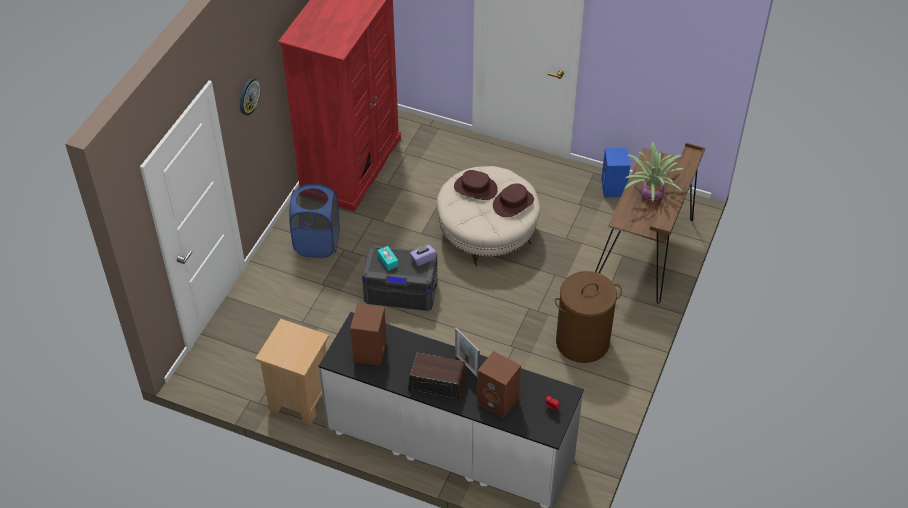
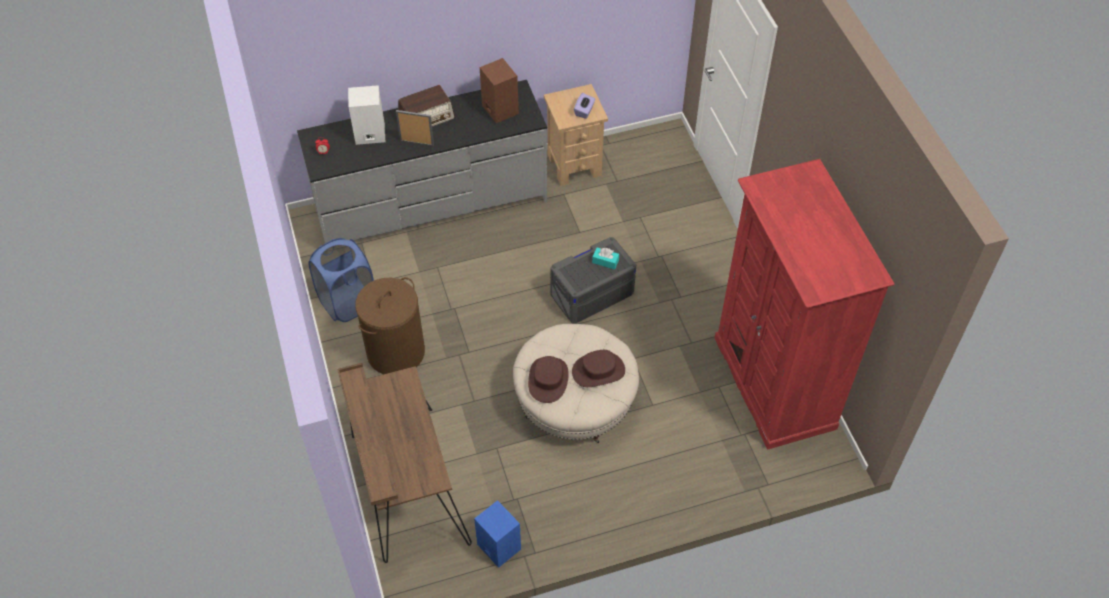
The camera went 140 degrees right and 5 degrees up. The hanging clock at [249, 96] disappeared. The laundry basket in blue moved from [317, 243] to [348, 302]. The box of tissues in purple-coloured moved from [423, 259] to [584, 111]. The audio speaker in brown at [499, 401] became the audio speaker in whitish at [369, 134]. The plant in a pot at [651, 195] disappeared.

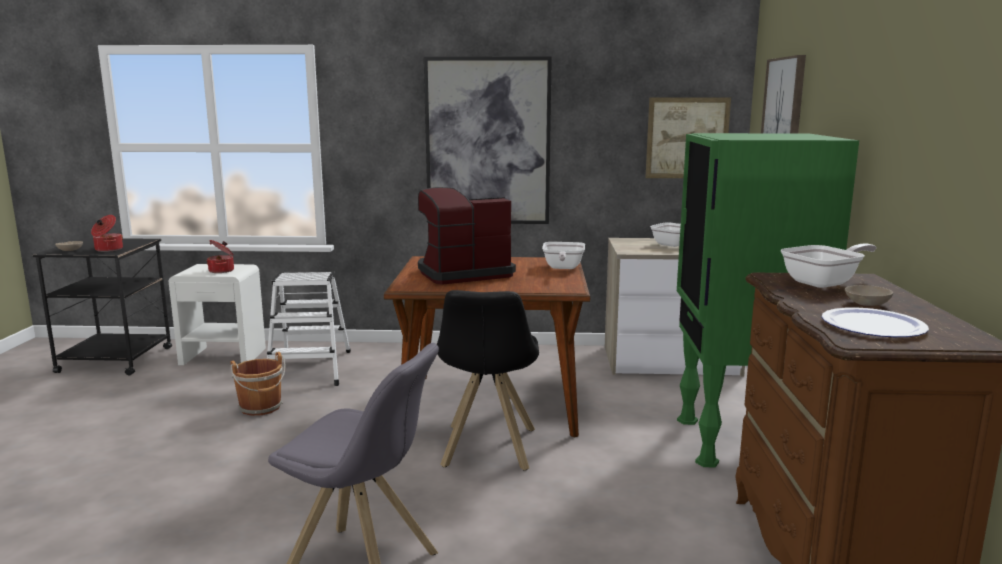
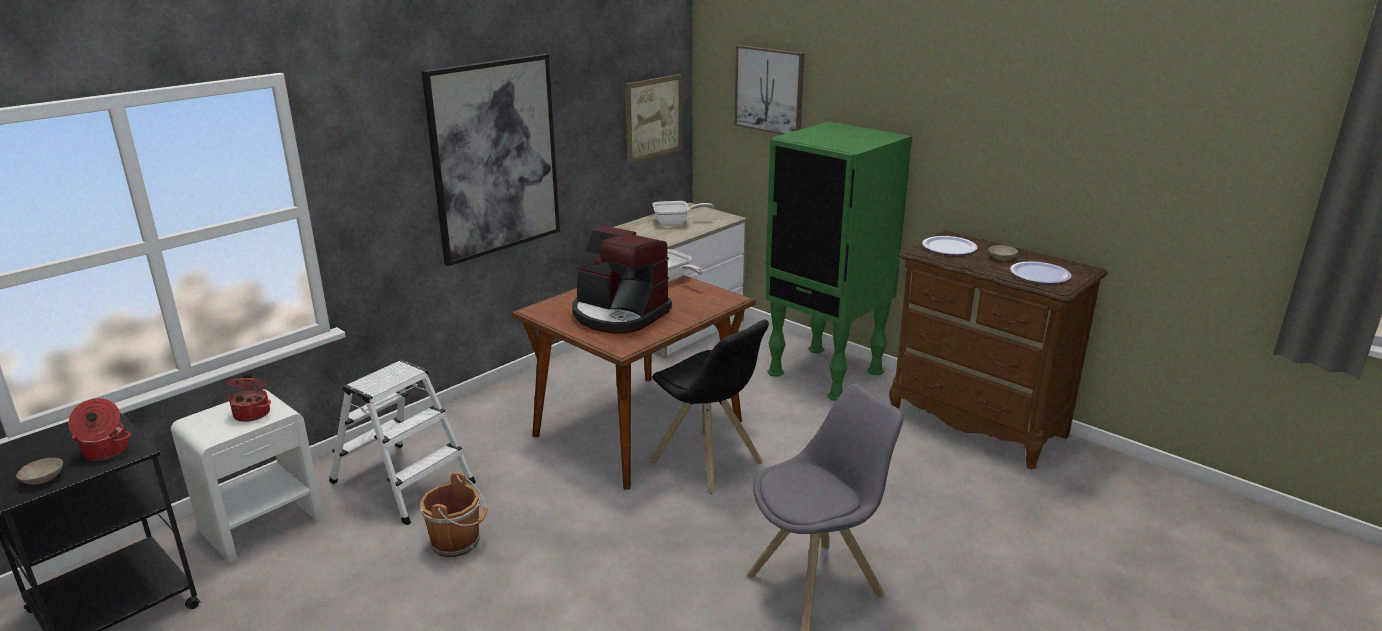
The camera went 50 degrees left and 10 degrees up. The coffee machine at [462, 273] turned 75 degrees counterclockwise. The skillet at [825, 282] was replaced by the plate at [949, 247].

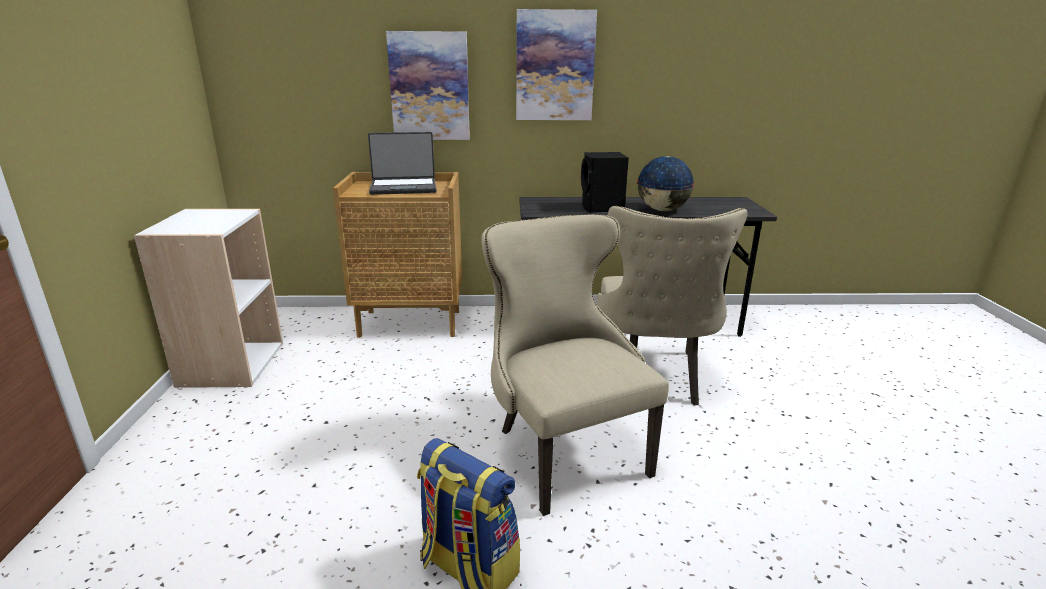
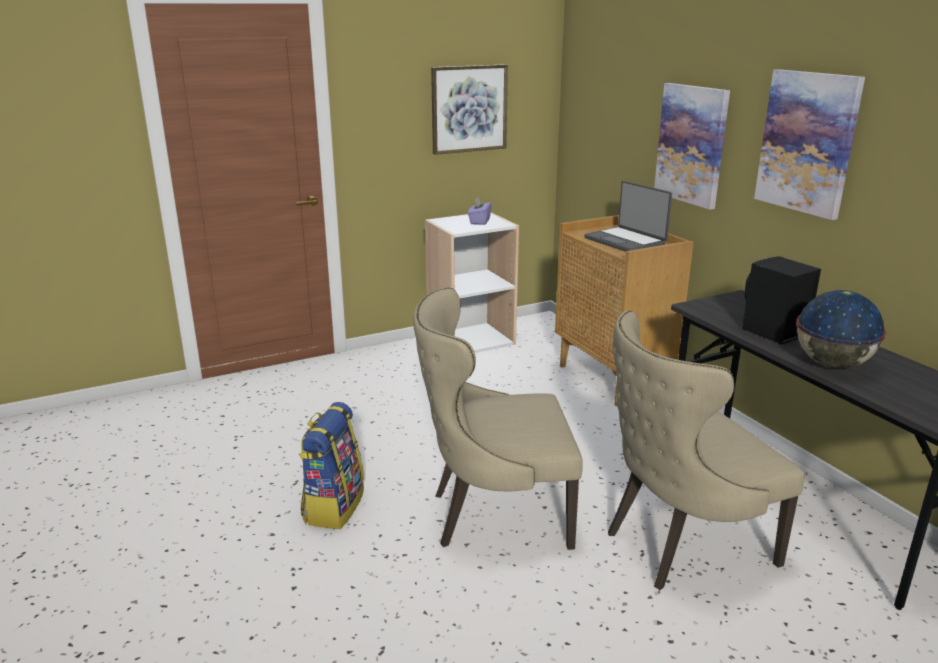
The camera went 65 degrees right and 0 degrees up. The chair in beige-coloured at [564, 451] turned 135 degrees counterclockwise. The wall art at [469, 109] appeared. The box of tissues in purple-coloured at [479, 221] appeared.

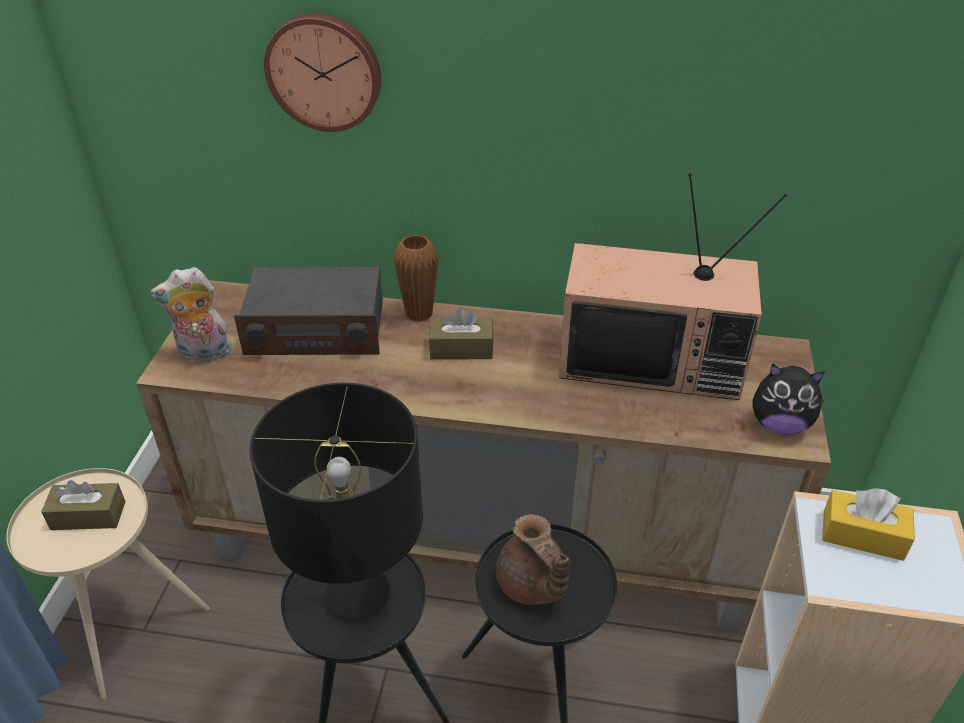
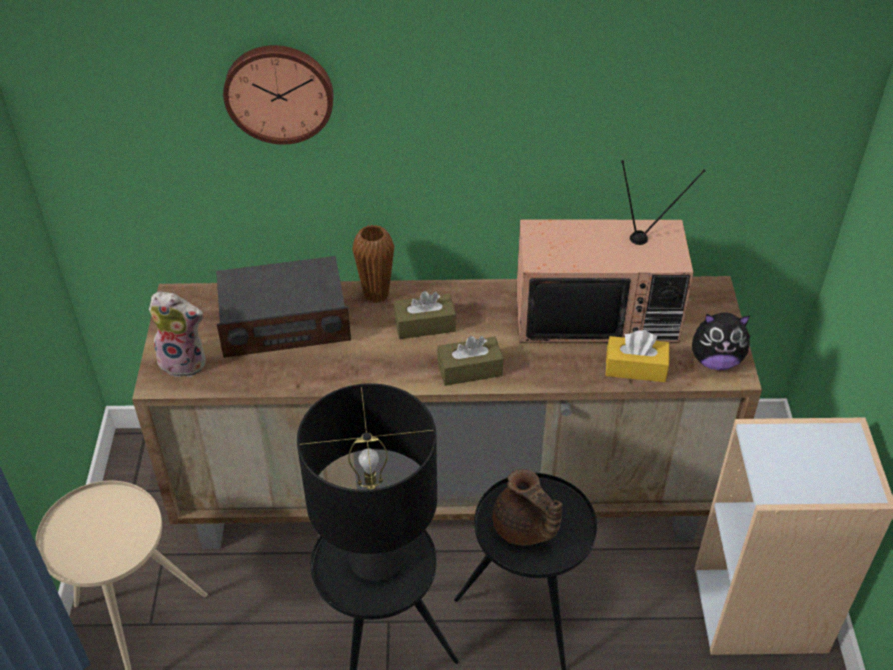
The camera went 10 degrees left and 5 degrees up. The box of tissues in brown moved from [88, 515] to [469, 369]. The plush toy at [203, 354] turned 150 degrees counterclockwise. The box of tissues in yellow moved from [862, 535] to [635, 368].

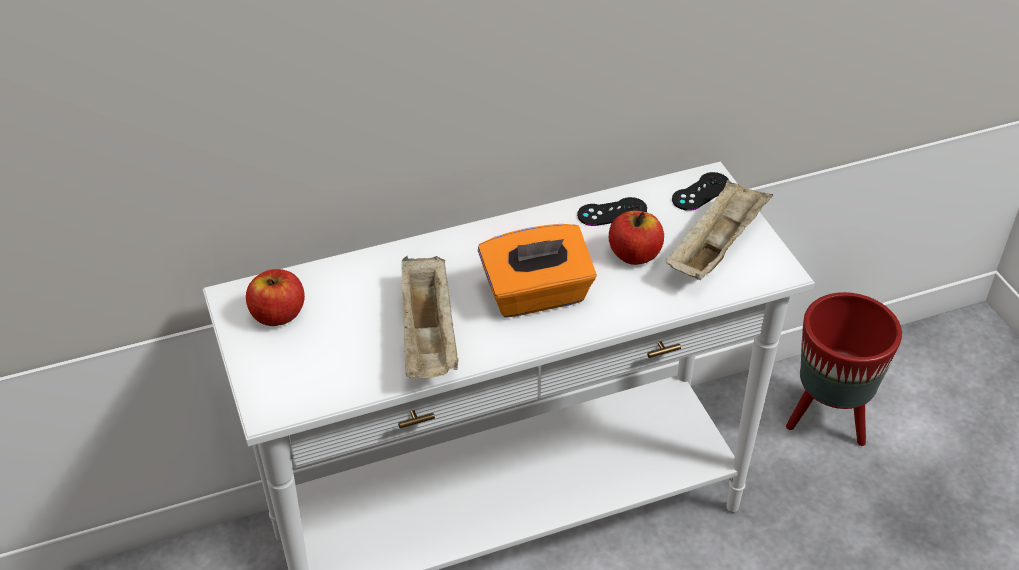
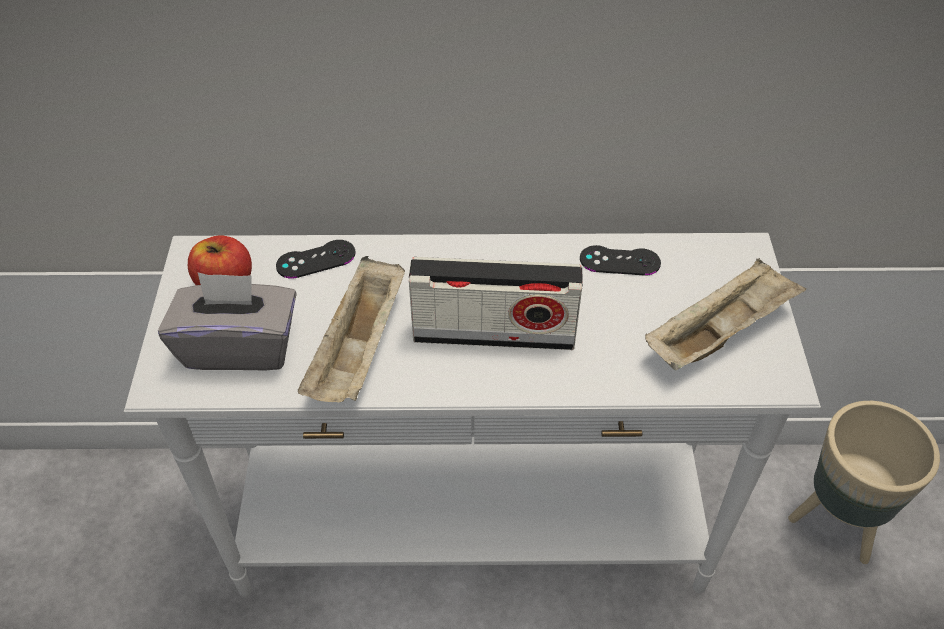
The camera went 20 degrees right and 5 degrees up. The box of tissues in orangey at [536, 295] was replaced by the radio at [494, 334]. The whole apple at [634, 255] disappeared. The gamepad in black moved from [700, 192] to [316, 259]. The planter in reddish at [828, 420] became the planter in beige-coloured at [837, 524]. The box of tissues in greyish at [240, 346] appeared.

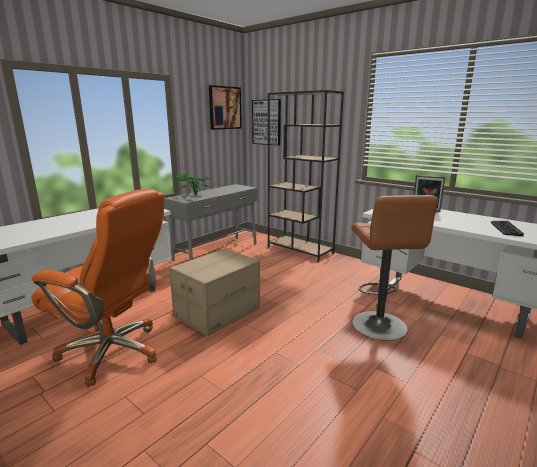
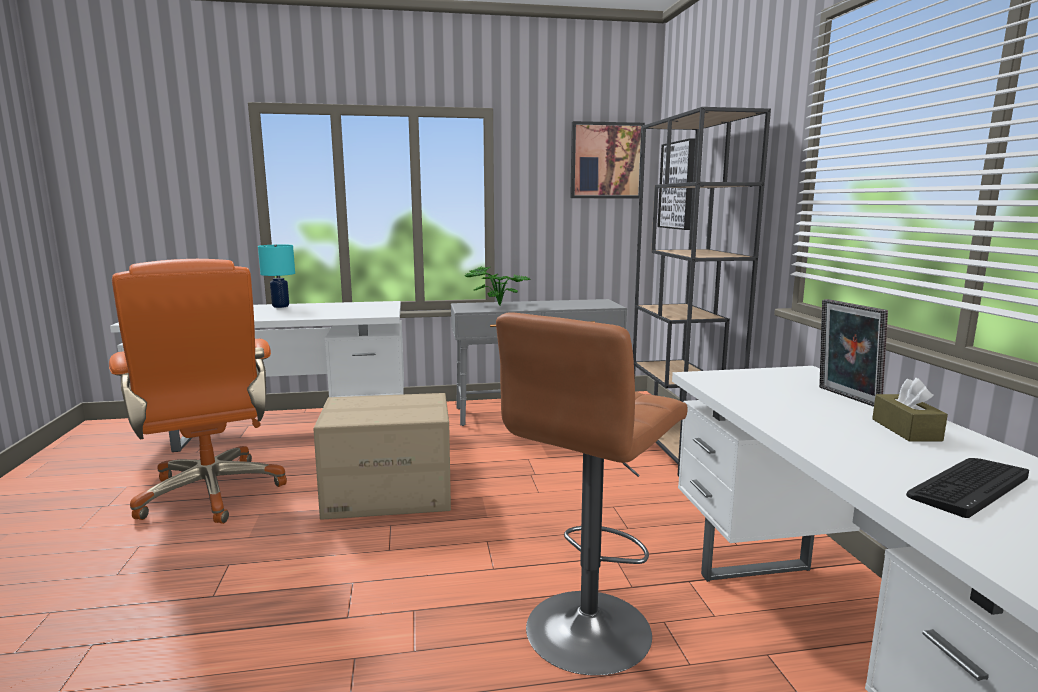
The camera went 40 degrees right and 5 degrees down. The lamp for a table in turquoise-coloured at [280, 306] appeared. The box of tissues in brown at [906, 430] appeared.

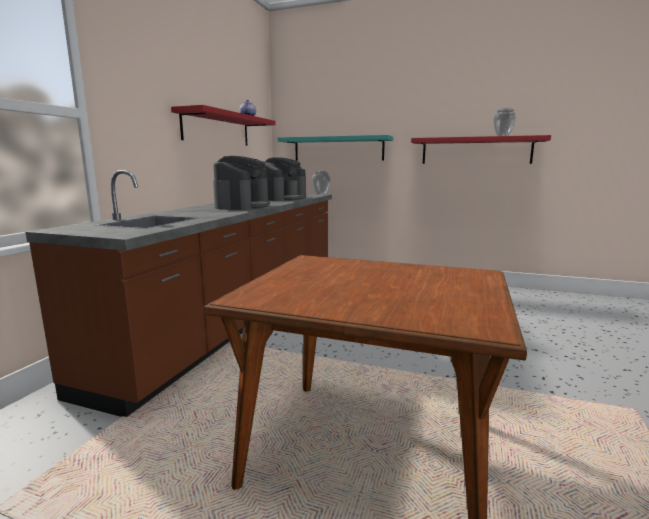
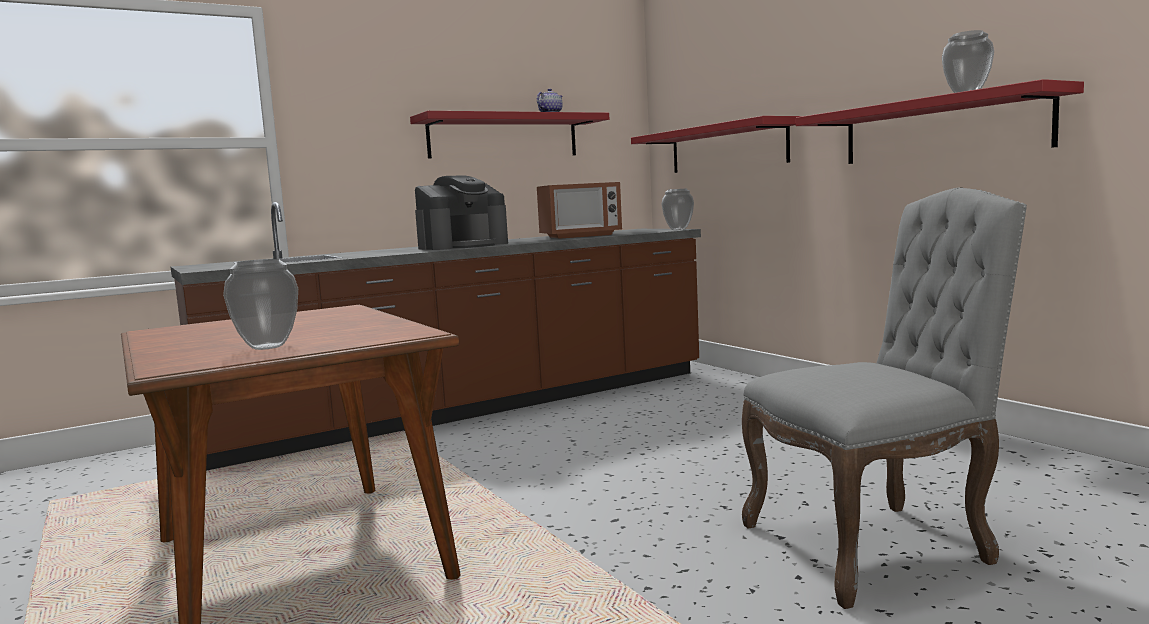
The camera went 40 degrees right and 5 degrees down. The coffee machine at [282, 198] was replaced by the microwave oven at [580, 236]. The shelf in turquoise-coloured at [338, 149] became the shelf in reddish at [727, 147]. The vase at [268, 346] appeared. The chair in greyish at [873, 546] appeared.

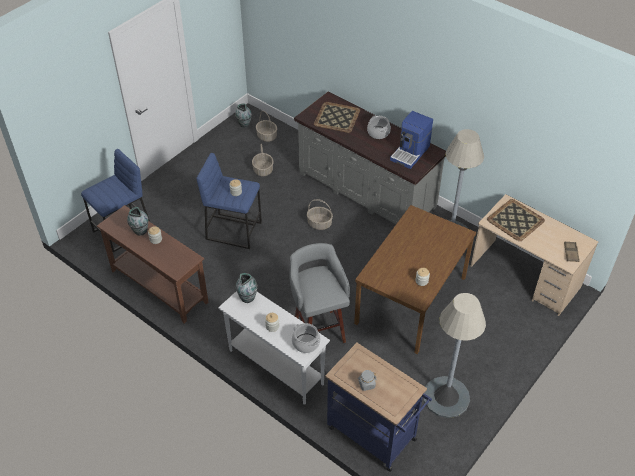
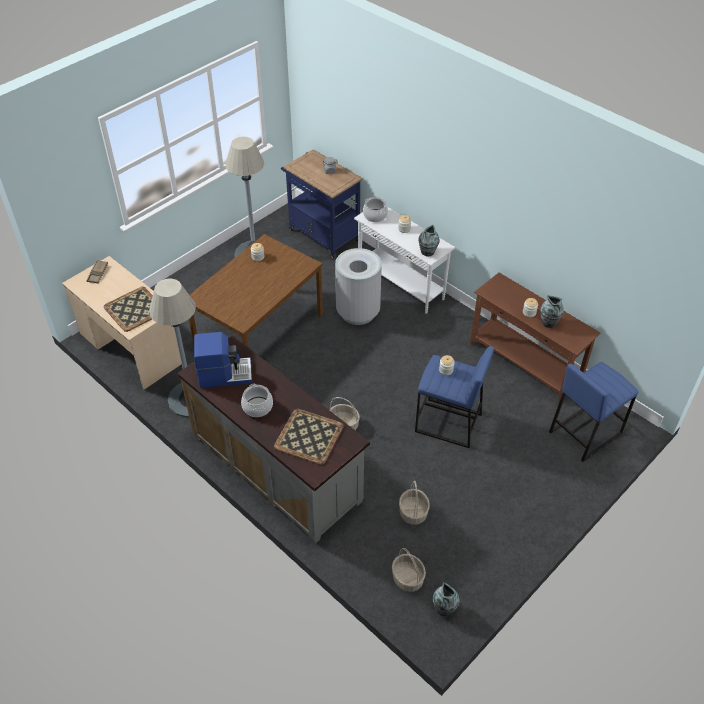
The camera went 175 degrees left and 0 degrees up. The stool seat in greyish at [319, 329] was replaced by the waste bin in greyish at [358, 312]. The coffee machine at [410, 153] turned 45 degrees clockwise.

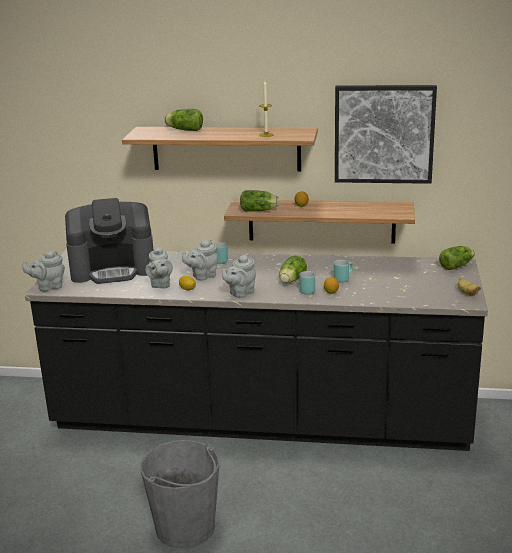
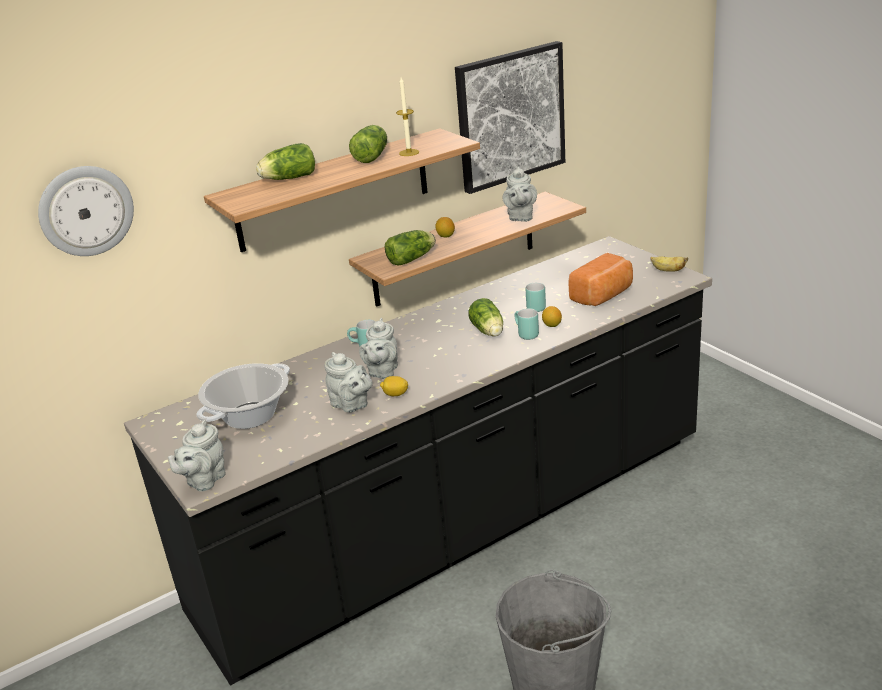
The camera went 40 degrees left and 5 degrees up. The coffee machine at [113, 268] was replaced by the stockpot at [249, 415]. The pot for tea in greyish moved from [240, 293] to [520, 217]. The head of lettuce moved from [457, 266] to [372, 156]. The hanging clock at [86, 210] appeared. The baked bread at [603, 295] appeared.

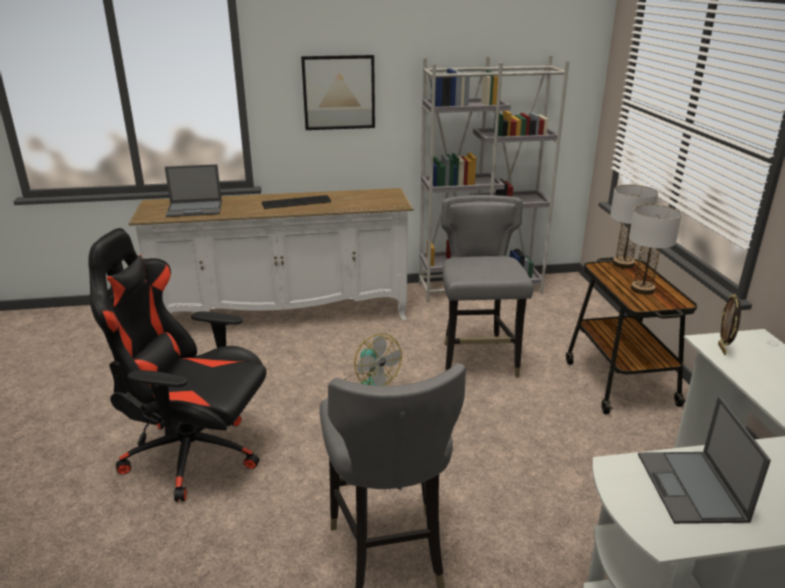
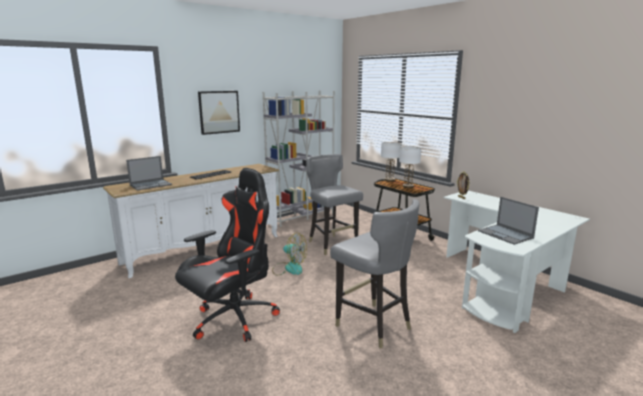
The camera went 30 degrees left and 10 degrees down. The computer chair in black at [201, 458] turned 150 degrees clockwise.

